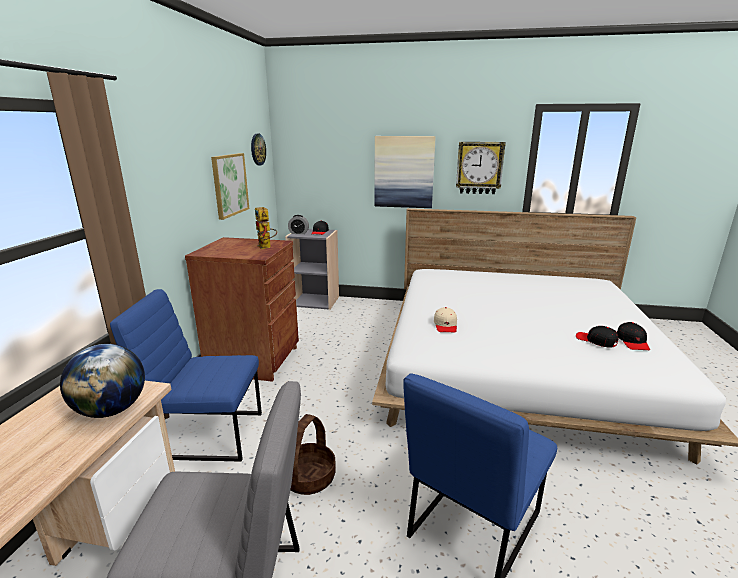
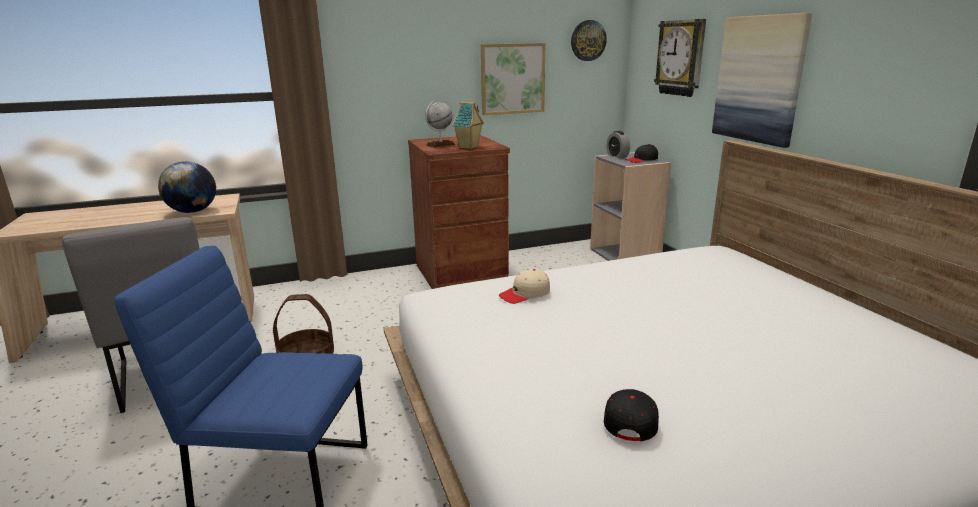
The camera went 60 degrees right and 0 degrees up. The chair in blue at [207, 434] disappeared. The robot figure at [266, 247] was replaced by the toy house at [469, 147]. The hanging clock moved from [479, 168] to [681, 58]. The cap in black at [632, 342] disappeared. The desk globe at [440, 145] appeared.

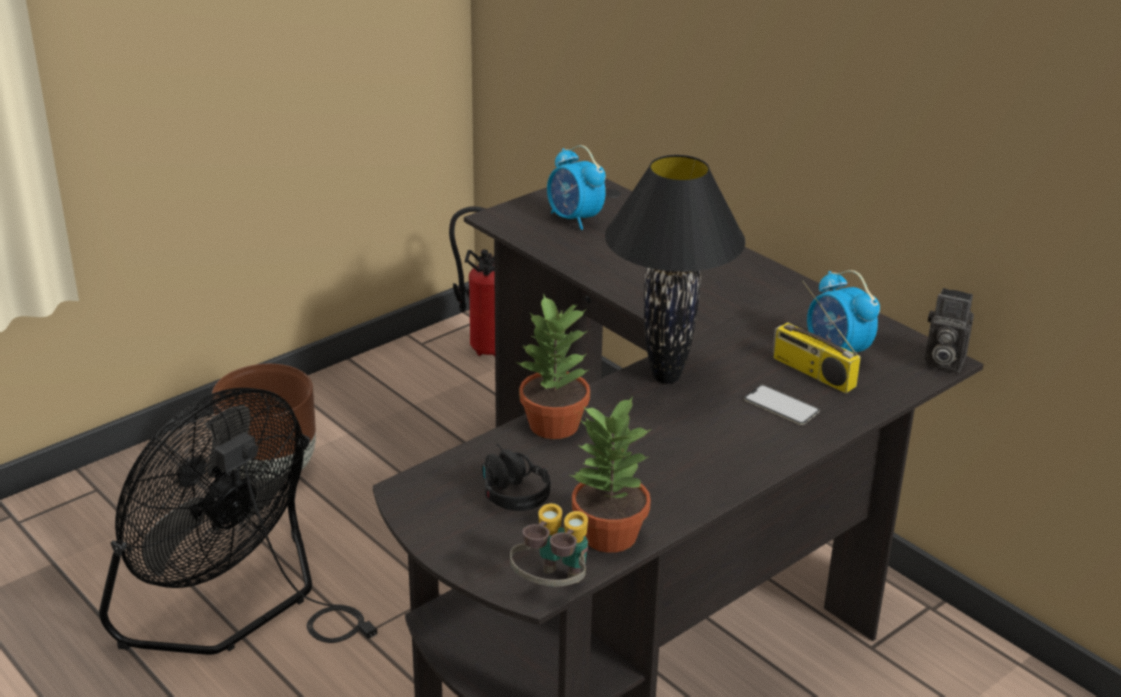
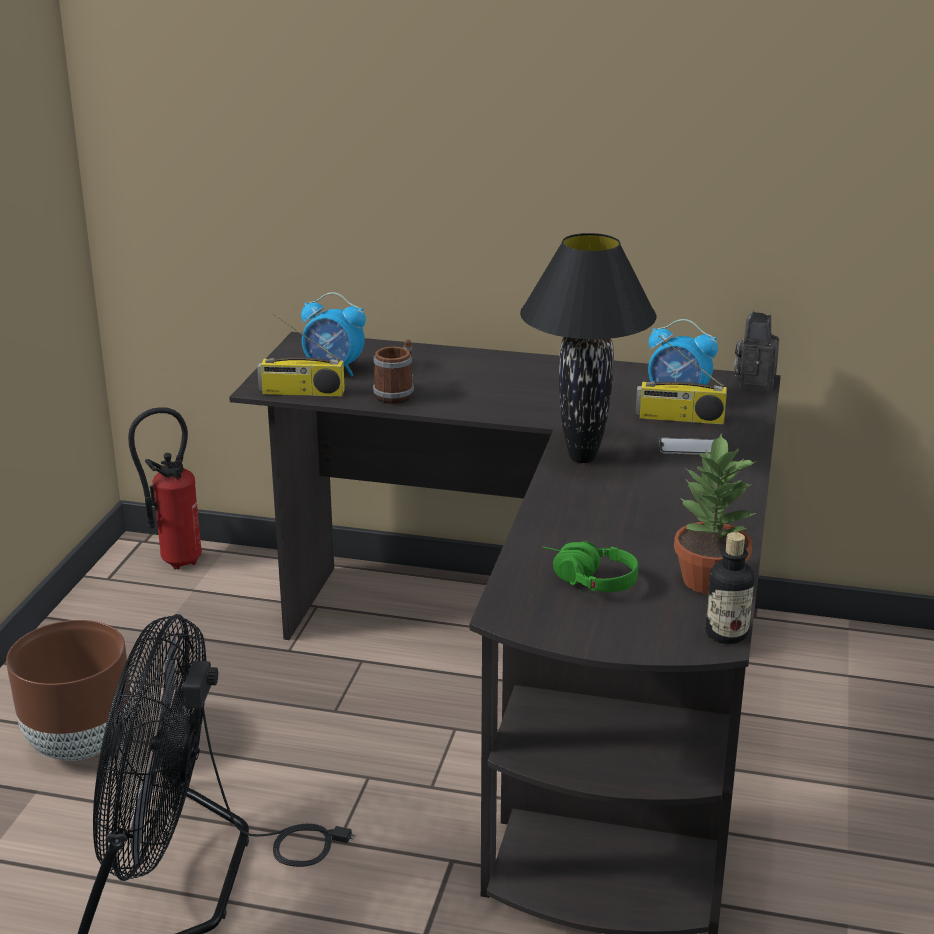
The camera went 35 degrees left and 5 degrees down. The headphones in black at [508, 488] became the headphones in green at [585, 580]. The pair of binoculars at [553, 588] was replaced by the drink bottle at [726, 633]. The plant in a pot at [554, 426] disappeared. The still camera at [942, 361] turned 120 degrees clockwise. The radio at [301, 392] appeared. The mug at [397, 393] appeared.

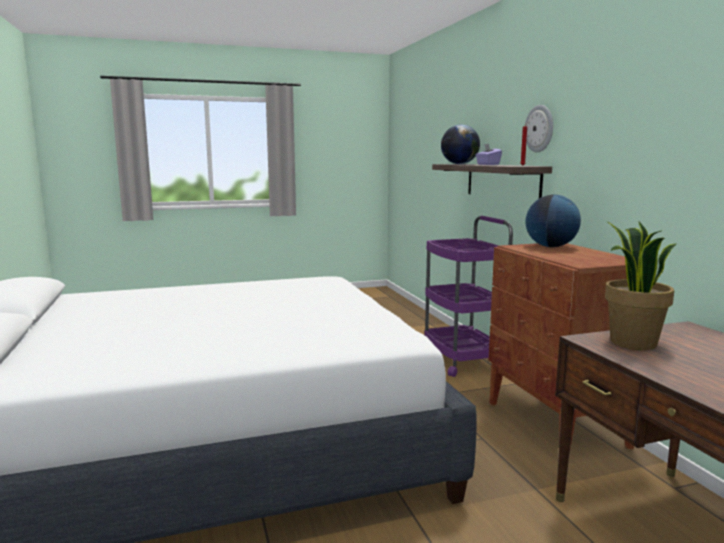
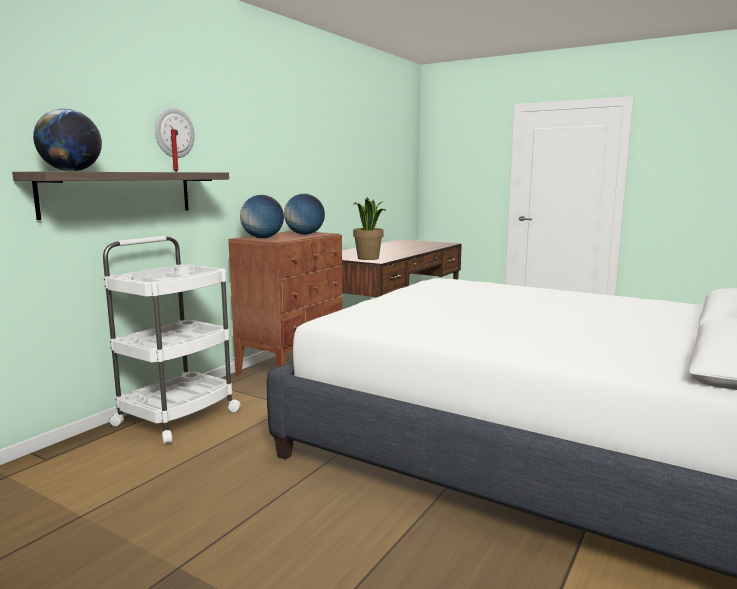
The camera went 130 degrees left and 0 degrees up. The wheeled cart in purple-coloured at [462, 360] became the wheeled cart in whitish at [178, 418]. The box of tissues in purple-coloured at [487, 164] disappeared. The desk globe at [304, 234] appeared.

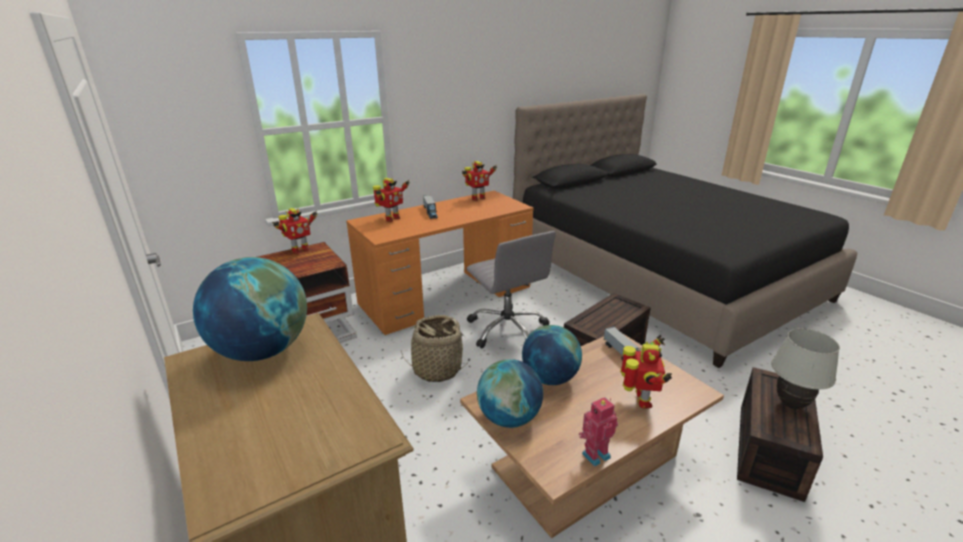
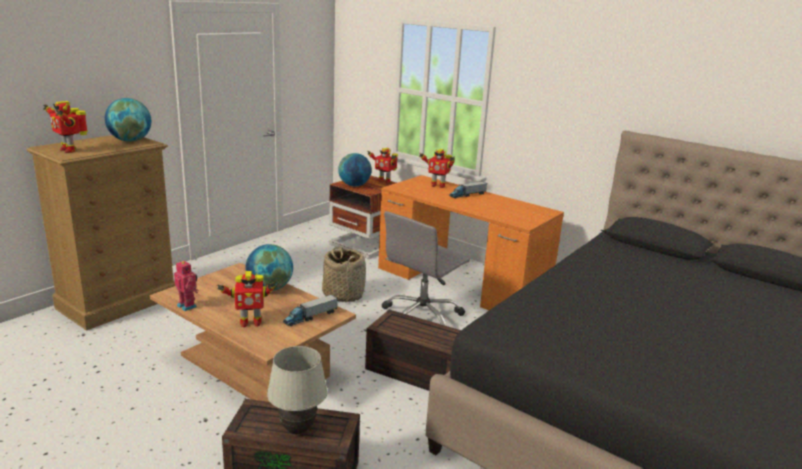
The camera went 70 degrees right and 5 degrees down. The robot figure moved from [477, 198] to [69, 150]. The desk globe moved from [509, 418] to [354, 185].

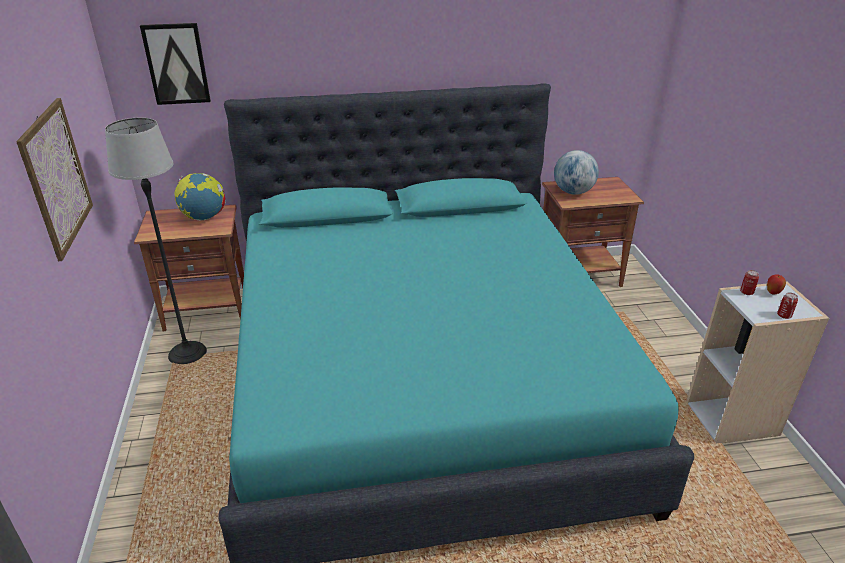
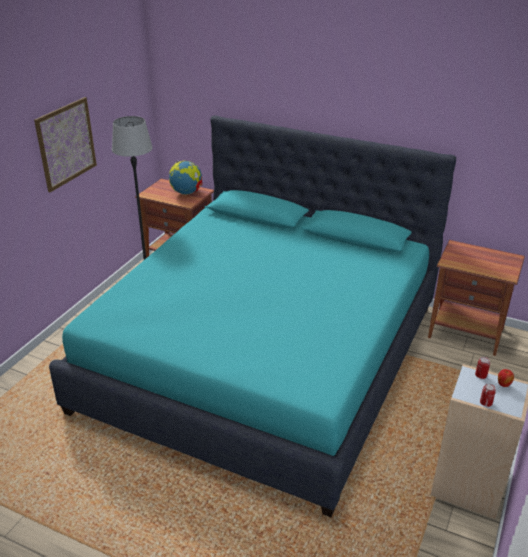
The camera went 35 degrees right and 0 degrees up. The wall art at [176, 64] disappeared. The desk globe at [573, 192] disappeared.

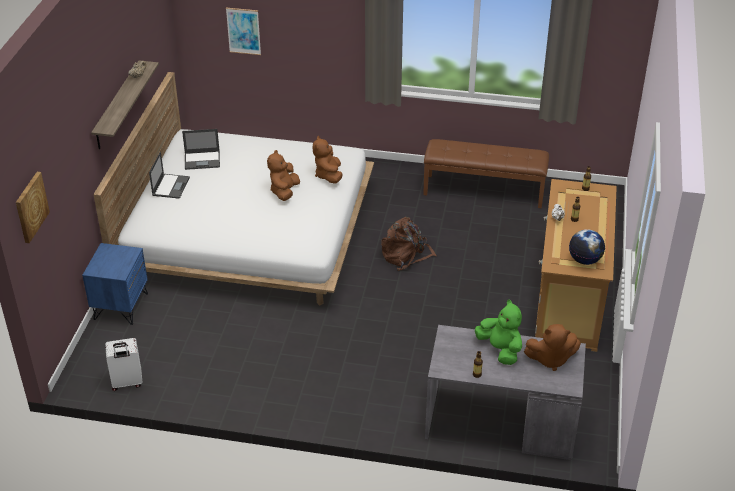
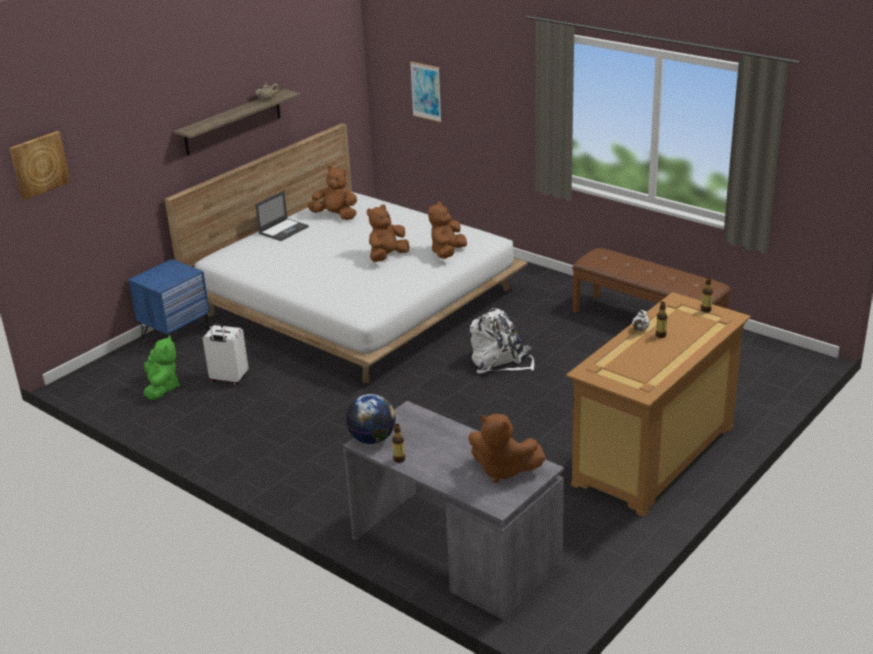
The camera went 30 degrees right and 10 degrees down. The suitcase in whitish moved from [127, 383] to [228, 379]. The laptop at [202, 160] was replaced by the plush toy in brown at [336, 216]. The rucksack in brown at [406, 255] became the rucksack in whitish at [500, 362]. The plush toy in green moved from [500, 350] to [162, 388]. The desk globe moved from [585, 260] to [372, 439].

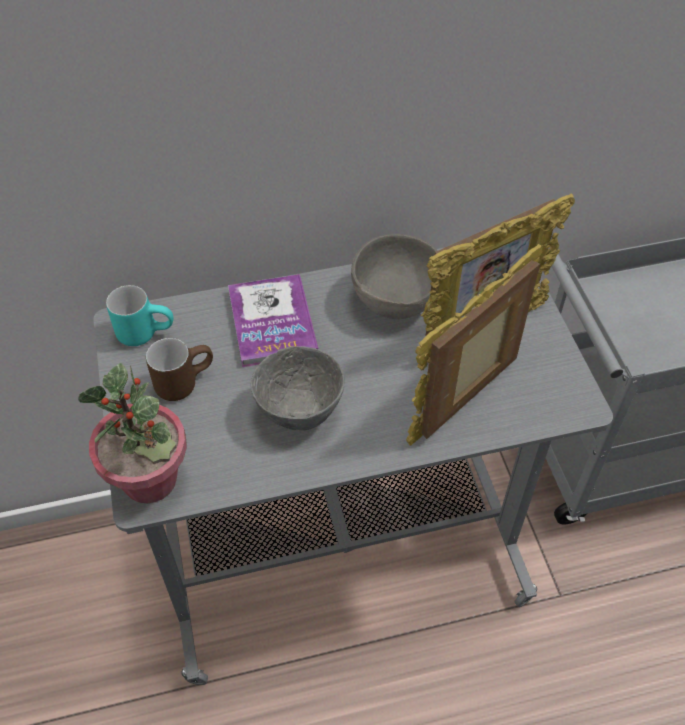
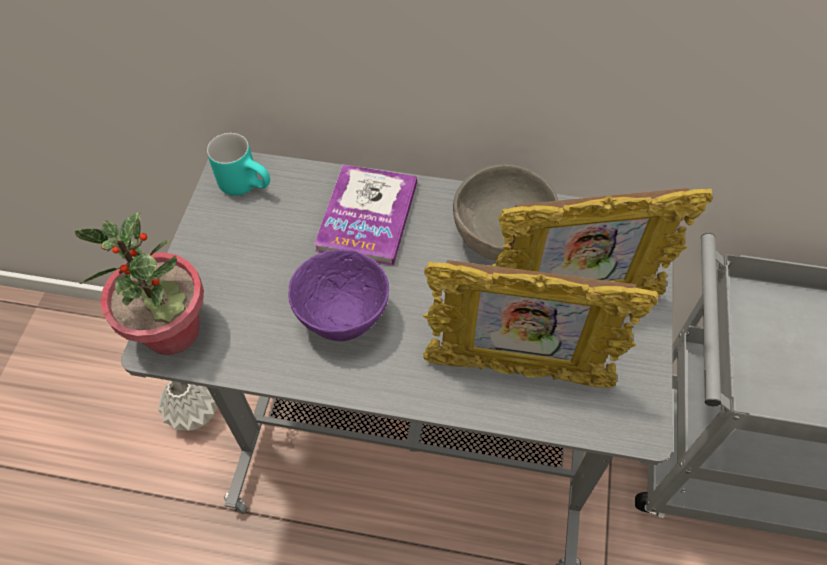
The camera went 25 degrees right and 5 degrees up. The mug in brown at [183, 380] disappeared. The deep dish in greyish at [300, 414] became the deep dish in purple-coloured at [343, 320]. The photo frame at [466, 399] turned 150 degrees counterclockwise. The vase in greyish at [197, 414] appeared.

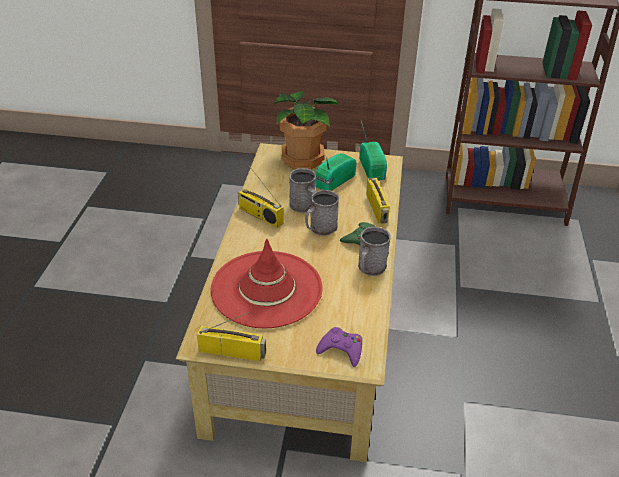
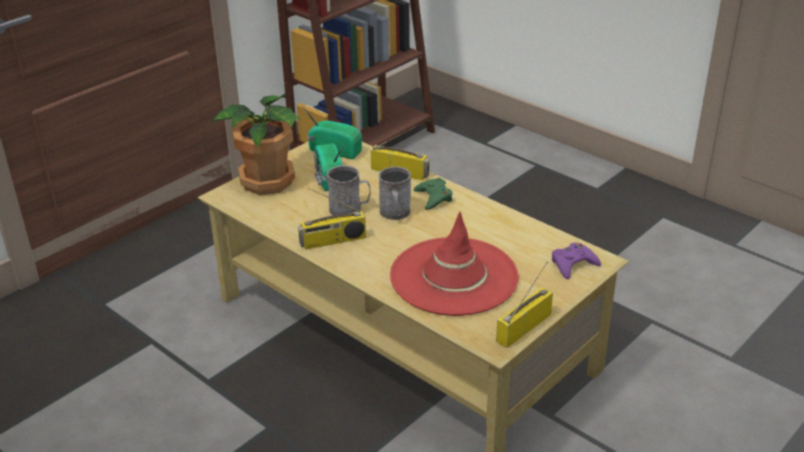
The camera went 55 degrees left and 5 degrees down. The mug in greyish at [370, 268] disappeared.

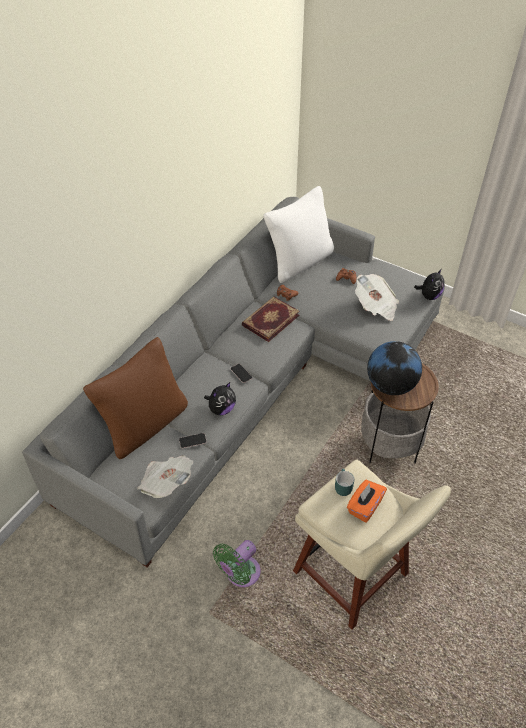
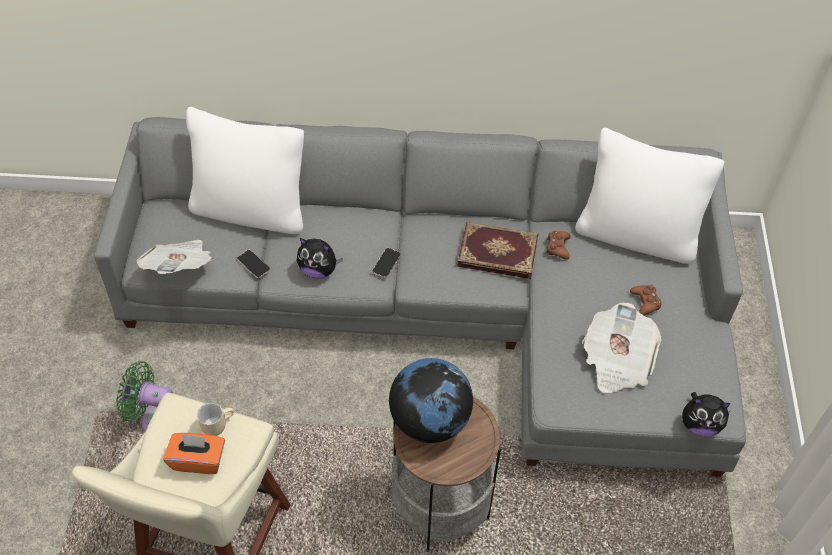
The camera went 60 degrees right and 5 degrees up. The cushion in brown at [145, 424] became the cushion in whitish at [251, 210]. The mug in turquoise-coloured at [341, 486] became the mug in beige-coloured at [217, 423].

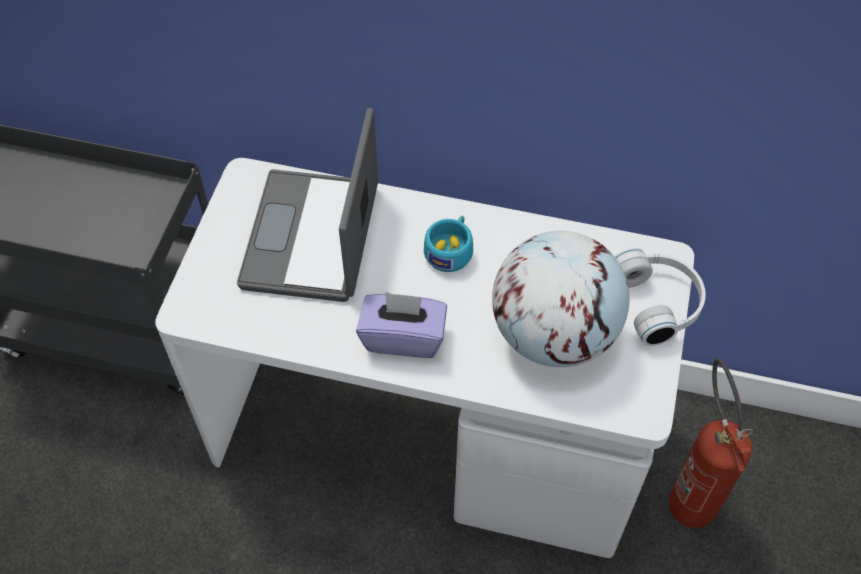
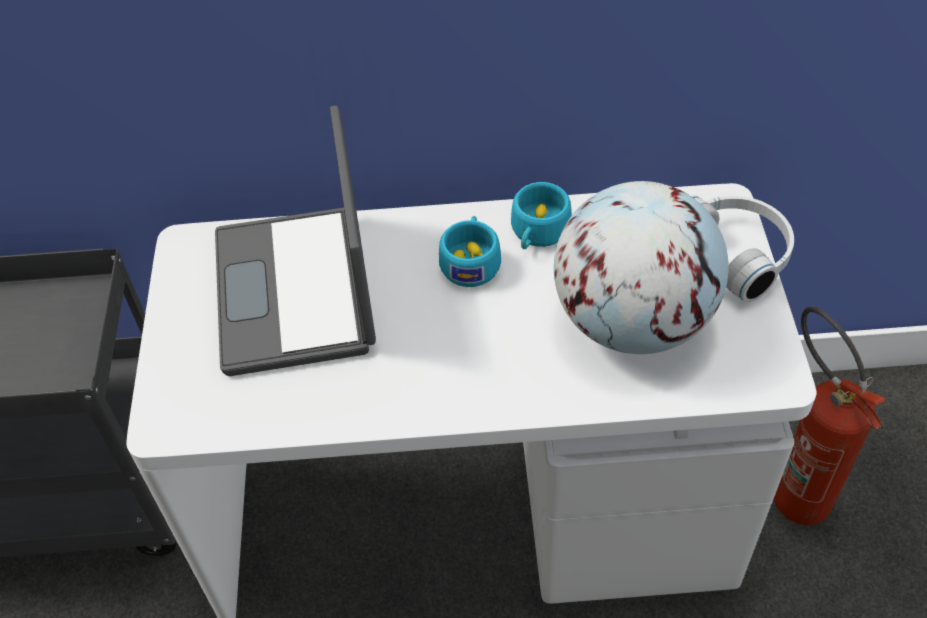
The camera went 15 degrees left and 5 degrees down. The box of tissues in purple-coloured at [403, 337] disappeared. The cup in turquoise-coloured at [537, 233] appeared.

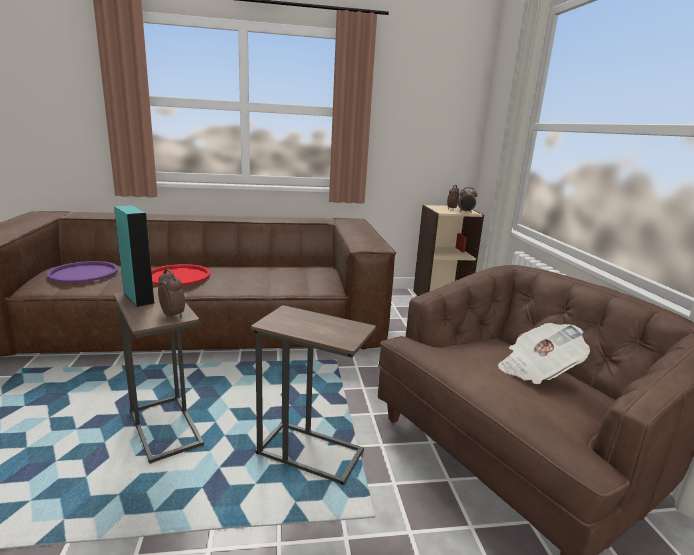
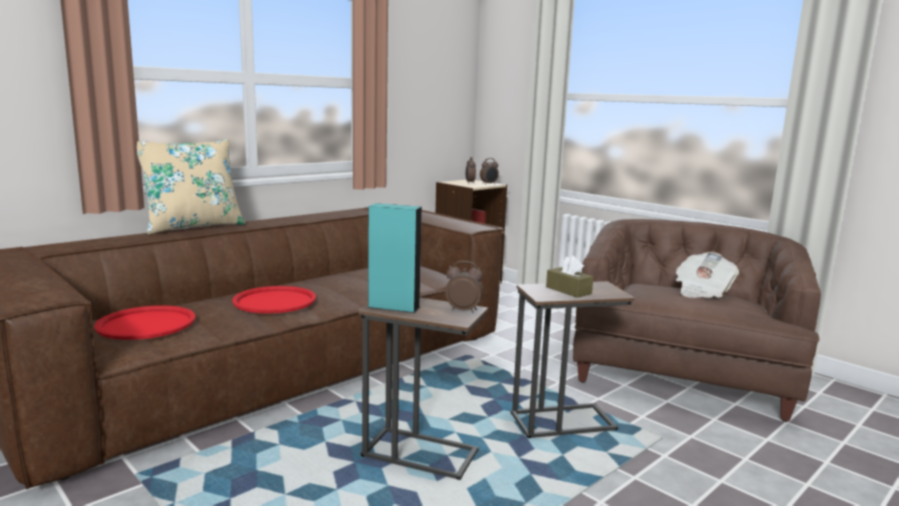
The camera went 35 degrees left and 5 degrees down. The carrying tray in purple-coloured at [83, 273] became the carrying tray in reddish at [146, 324]. The cushion in beige-coloured at [193, 226] appeared. The box of tissues in brown at [568, 290] appeared.

